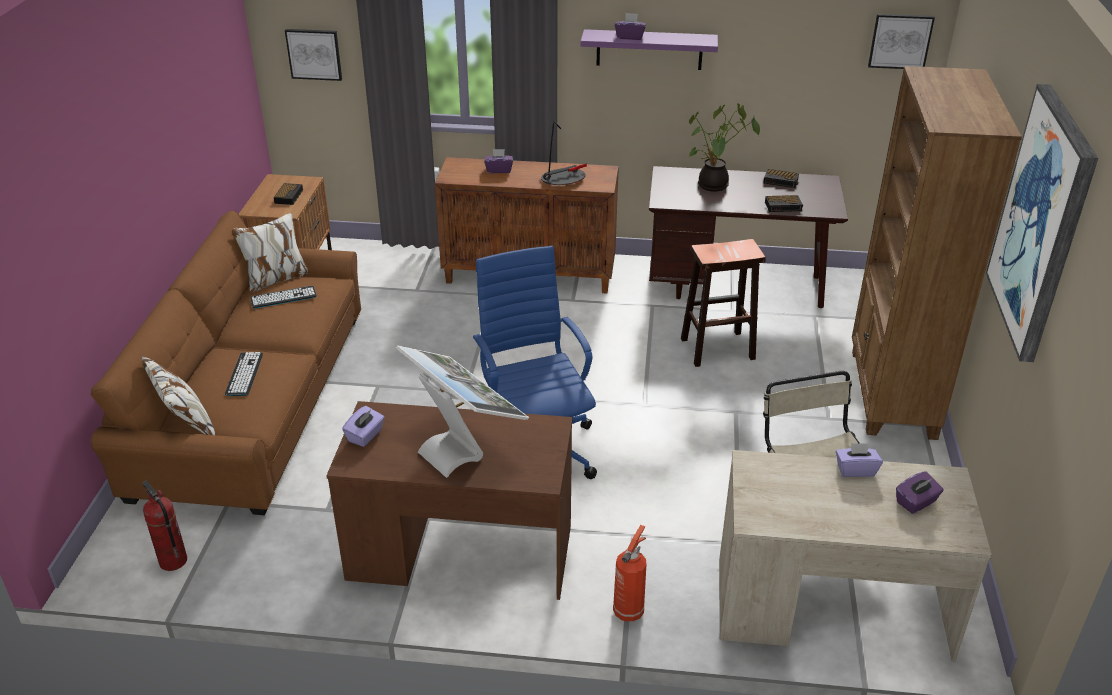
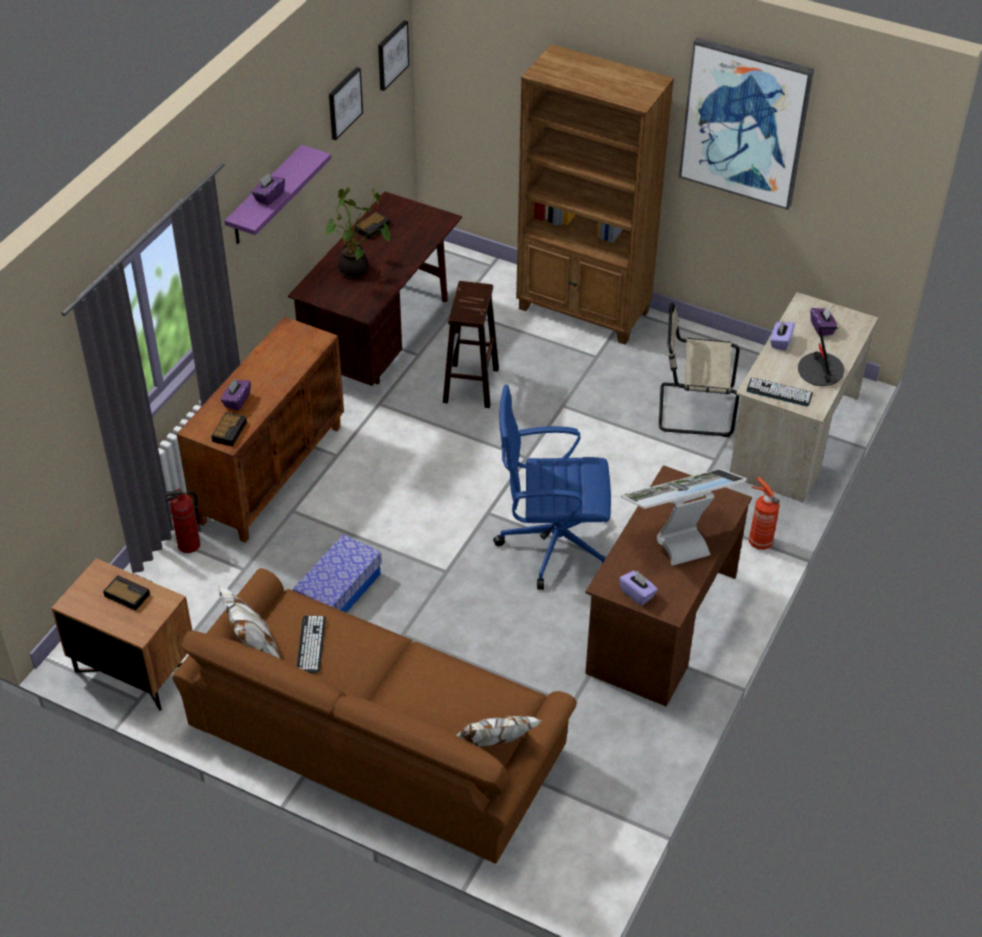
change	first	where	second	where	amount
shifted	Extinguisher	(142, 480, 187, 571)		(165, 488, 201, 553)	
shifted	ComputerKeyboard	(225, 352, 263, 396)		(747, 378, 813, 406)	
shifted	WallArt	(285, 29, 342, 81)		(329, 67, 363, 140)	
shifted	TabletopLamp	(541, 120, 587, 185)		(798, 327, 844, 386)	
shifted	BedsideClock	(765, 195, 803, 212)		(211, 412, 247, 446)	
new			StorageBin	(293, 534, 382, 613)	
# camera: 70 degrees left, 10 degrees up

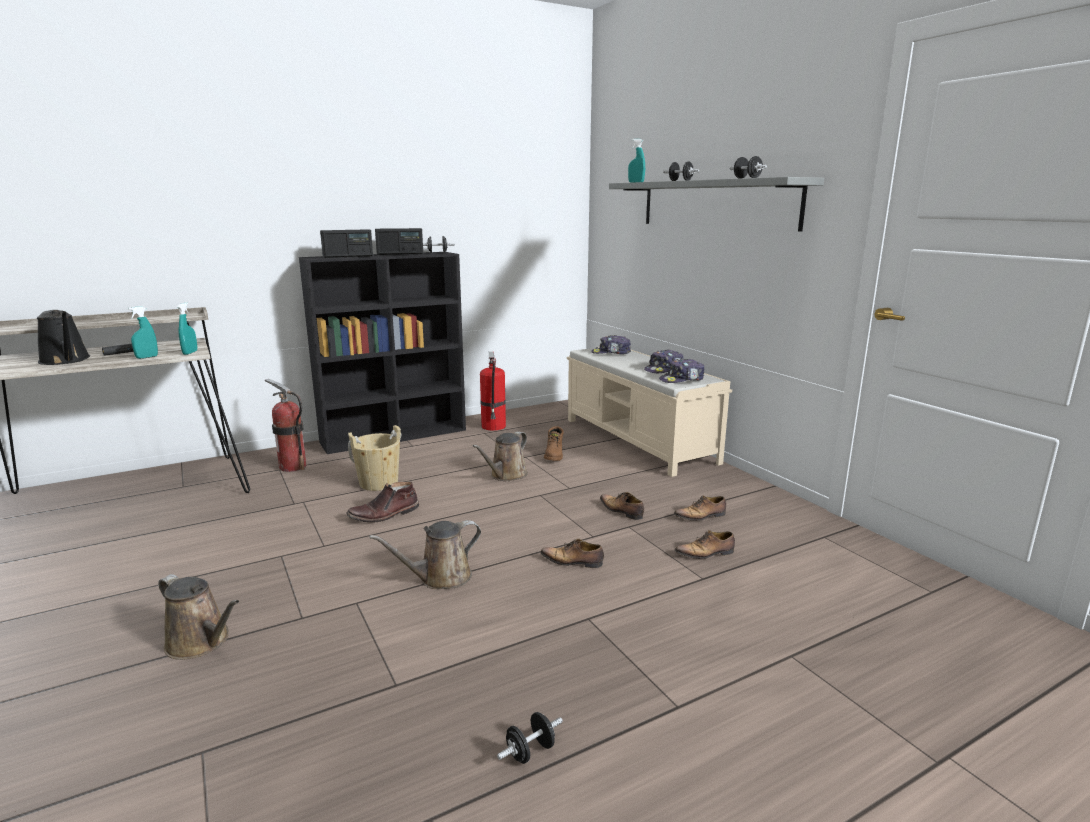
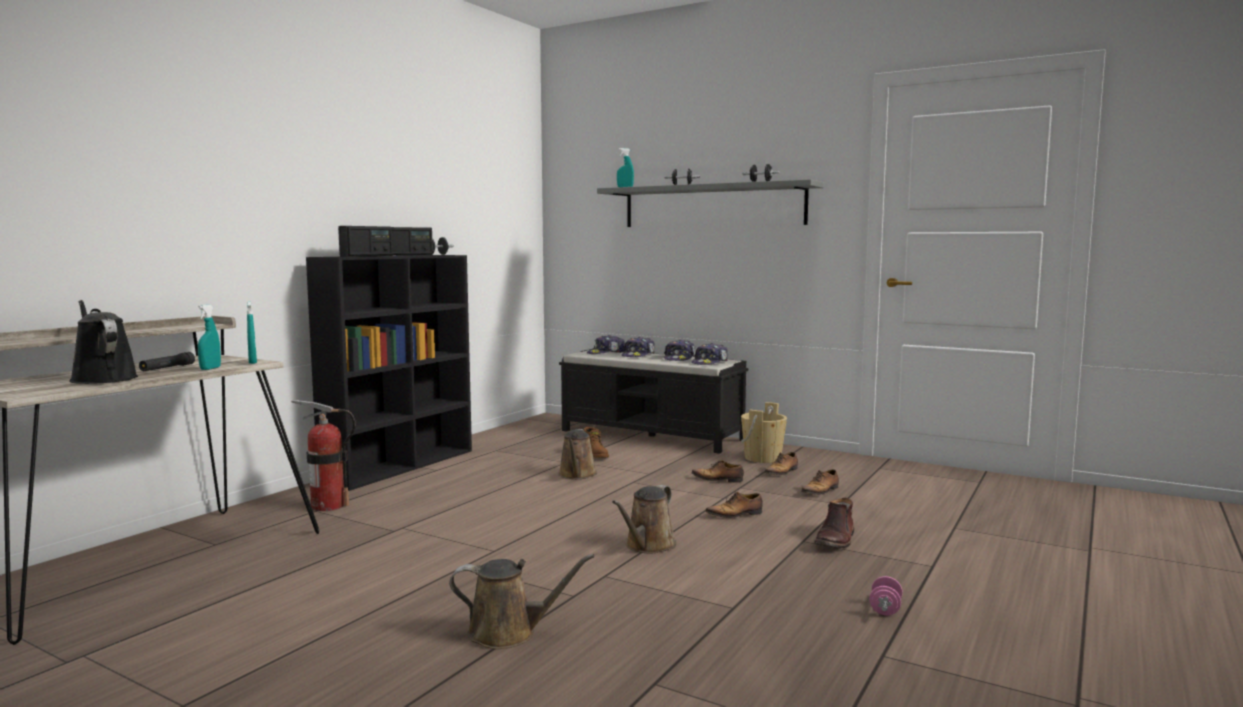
change	first	where	second	where	amount
rotated	BlackSprinklingCan	(37, 310, 90, 365)		(69, 300, 138, 384)	150 degrees counterclockwise
shifted	BrownBoot	(346, 482, 419, 523)		(814, 498, 854, 548)	
shifted	SandColouredPail	(348, 425, 402, 491)		(741, 402, 787, 463)	
gone	Extinguisher	(480, 352, 506, 431)			
repainted	BlackHandWeight	(497, 712, 563, 764)	PinkishHandWeight	(869, 576, 903, 616)	
repainted	SandColouredIndoorBench	(567, 347, 732, 477)	BlackIndoorBench	(559, 349, 748, 454)	
new			PeakedCap	(621, 337, 655, 357)	
# camera: 30 degrees left, 10 degrees down

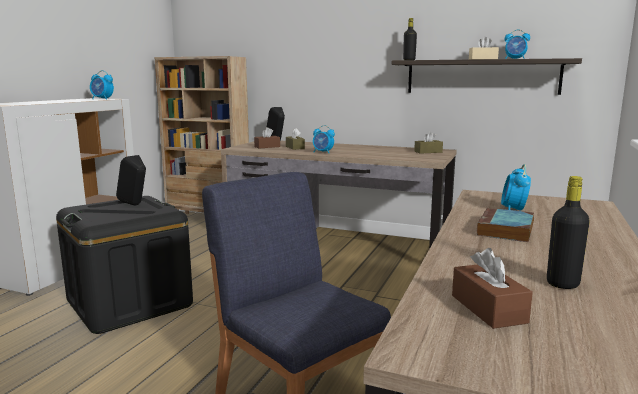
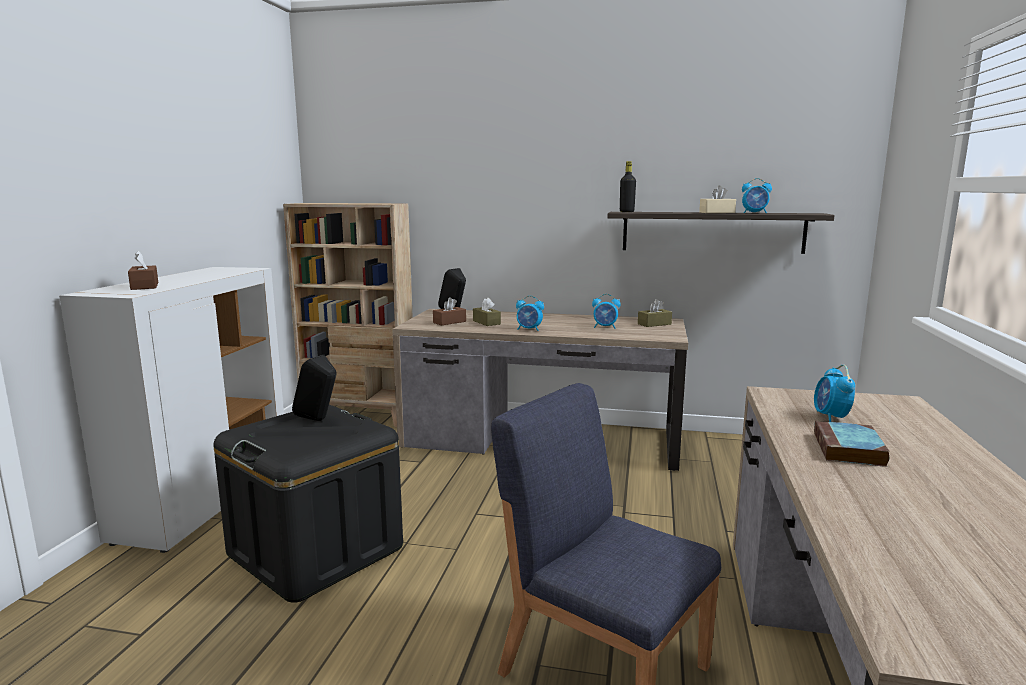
change	first	where	second	where	amount
shifted	BedsideClock	(90, 70, 114, 100)		(592, 294, 621, 329)	
shifted	BrownTissueHolder	(452, 248, 533, 329)		(128, 251, 158, 290)	
gone	BlackBeverageBottle	(547, 176, 590, 289)			
# camera: 10 degrees left, 0 degrees up

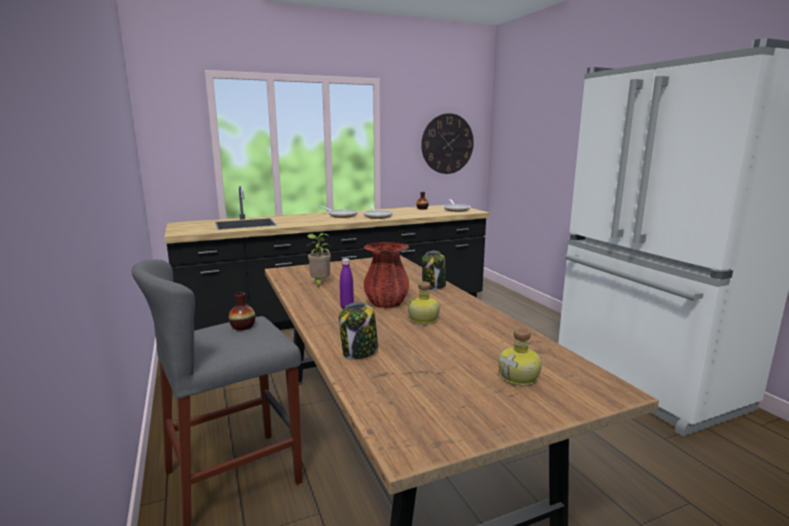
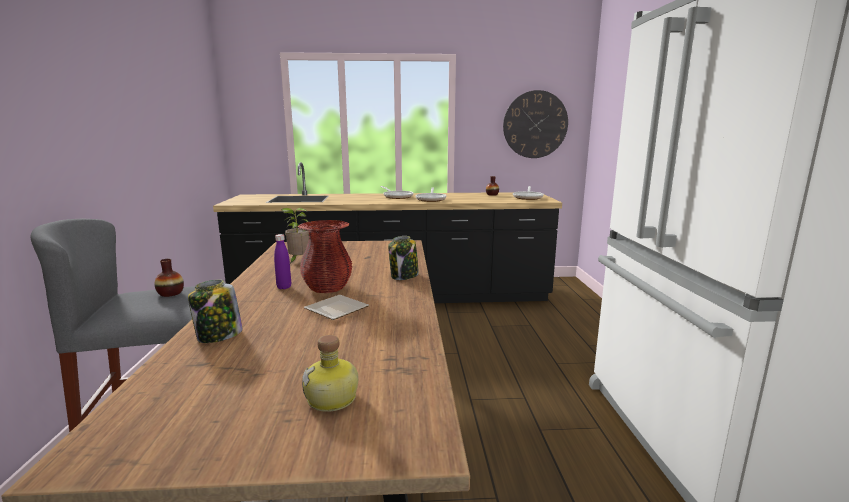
change	first	where	second	where	amount
swapped	BeverageBottle	(408, 282, 440, 324)	Plate	(304, 295, 369, 320)	
# camera: 20 degrees right, 0 degrees up

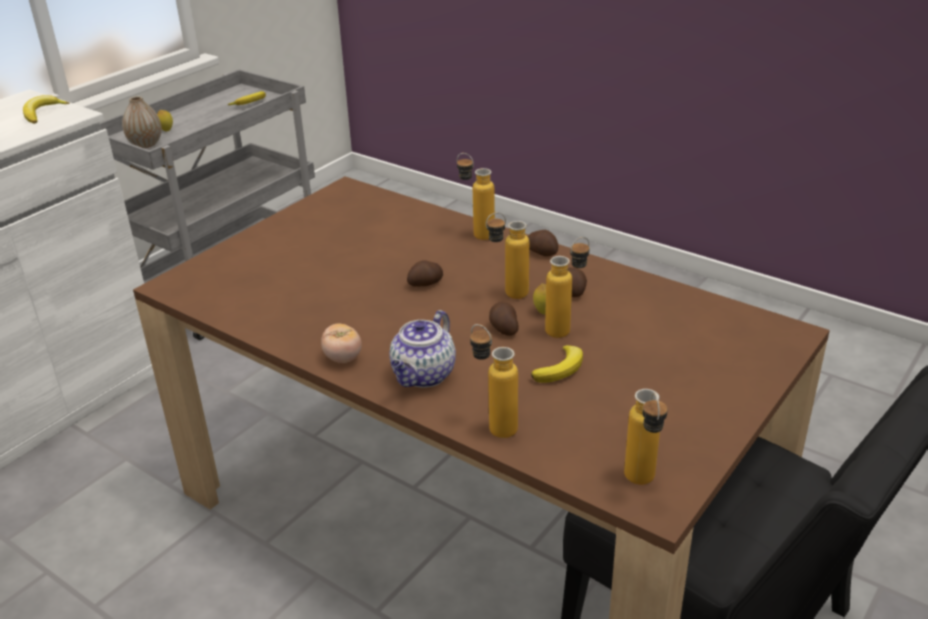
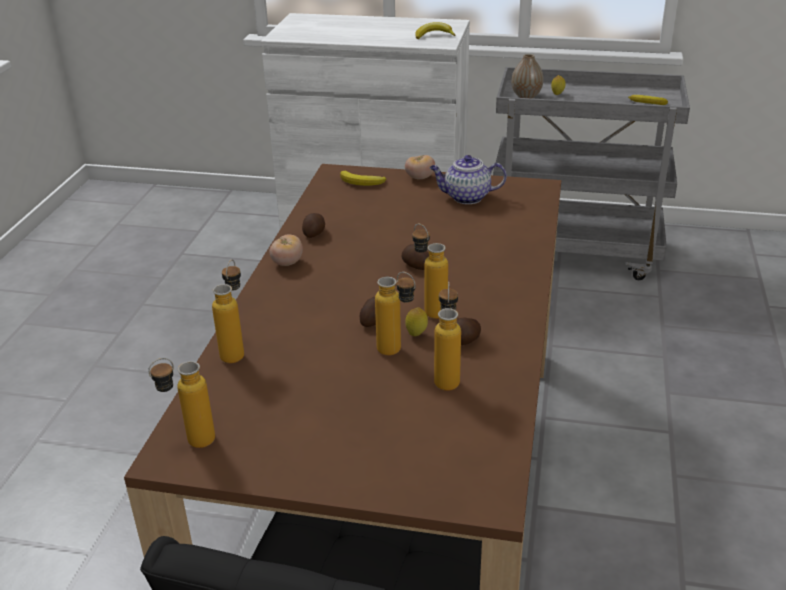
change	first	where	second	where	amount
shifted	PotForTea	(389, 310, 456, 388)		(430, 155, 507, 204)	
shifted	BeverageBottle	(457, 153, 495, 240)		(434, 282, 461, 391)	
shifted	WholePotato	(527, 230, 558, 256)		(302, 213, 325, 238)	
shifted	Banana	(531, 345, 583, 383)		(340, 171, 386, 186)	
new			Tomato	(405, 155, 435, 179)	
# camera: 65 degrees right, 0 degrees up

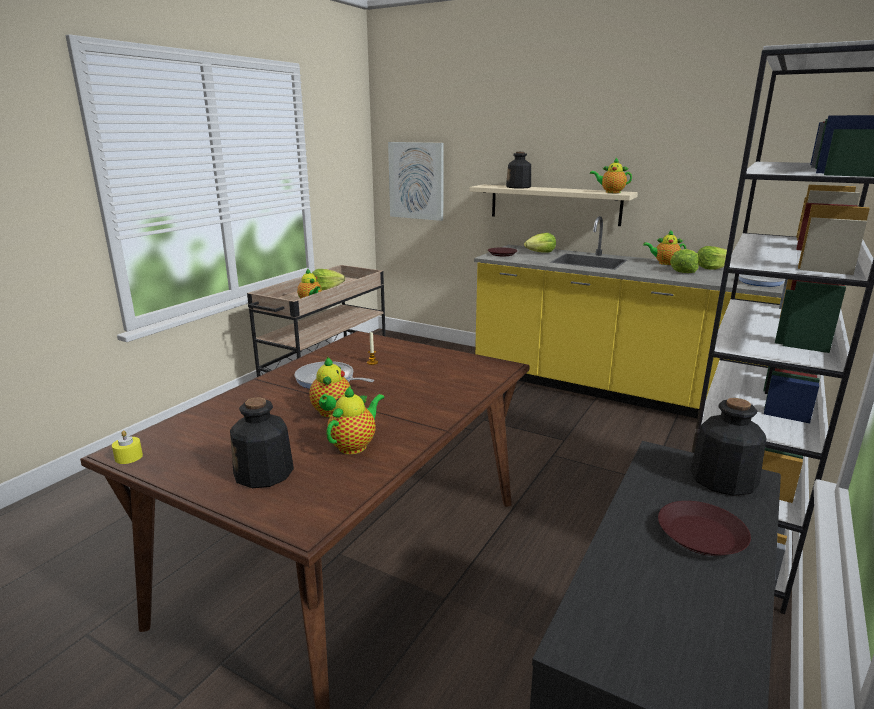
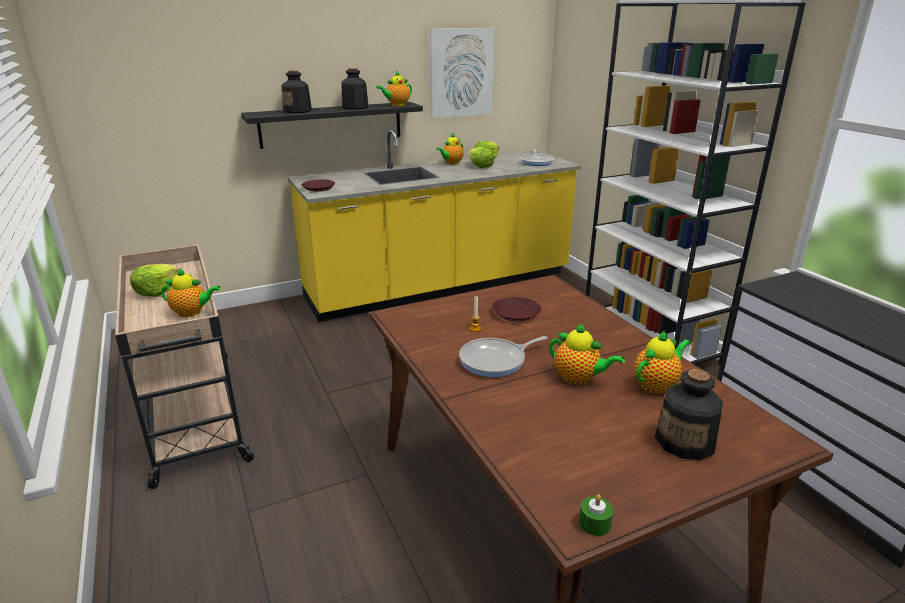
change	first	where	second	where	amount
repainted	YellowCandle	(112, 430, 143, 464)	GreenCandle	(579, 494, 613, 536)	
rotated	PotForTea	(326, 385, 385, 454)		(634, 330, 691, 394)	75 degrees clockwise
shifted	WallArt	(388, 142, 444, 221)		(429, 28, 495, 118)	
repainted	SandColouredBracketShelf	(470, 184, 638, 226)	BlackBracketShelf	(241, 102, 423, 149)	
gone	LettuceHead	(524, 233, 556, 253)			
shifted	BrownPlate	(658, 501, 751, 556)		(492, 297, 541, 321)	
shifted	BeverageBottle	(690, 398, 767, 496)		(341, 68, 369, 110)	
# camera: 55 degrees left, 5 degrees up

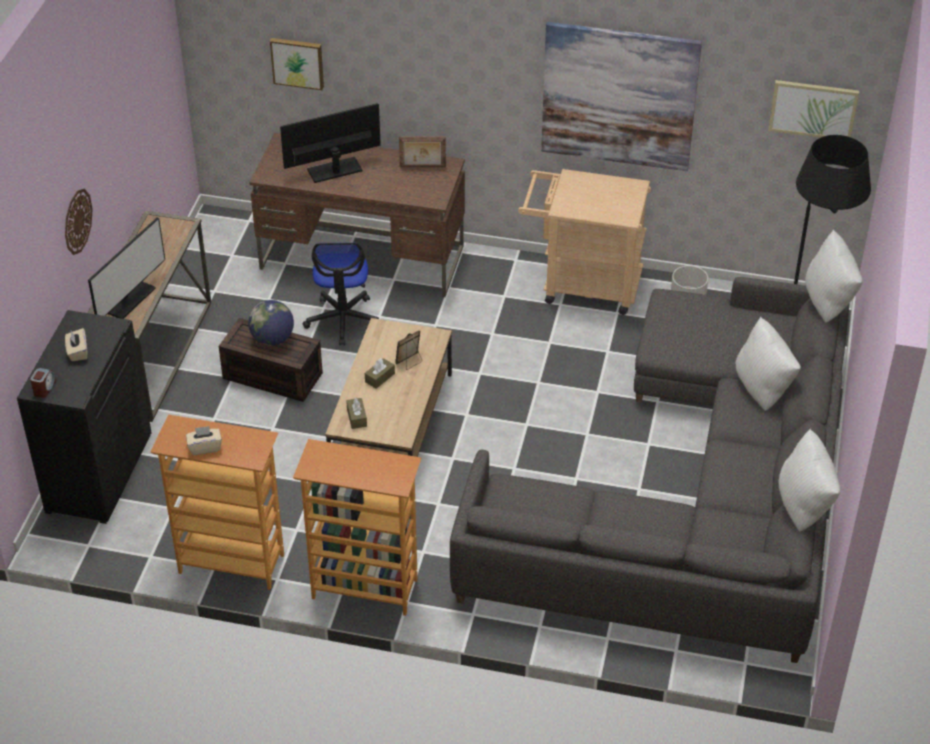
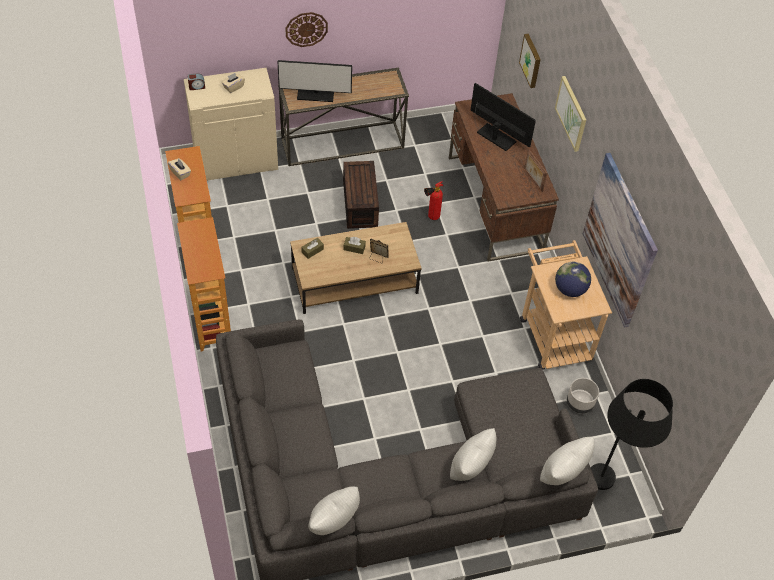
change	first	where	second	where	amount
repainted	BlackCupboard	(17, 310, 152, 524)	SandColouredCupboard	(184, 68, 278, 181)	
shifted	Globe	(248, 300, 294, 345)		(555, 262, 591, 297)	
swapped	DeskChair	(303, 242, 379, 346)	Extinguisher	(424, 181, 443, 220)	
shifted	WallArt	(768, 80, 859, 138)		(555, 76, 586, 152)	
# camera: 60 degrees right, 10 degrees up

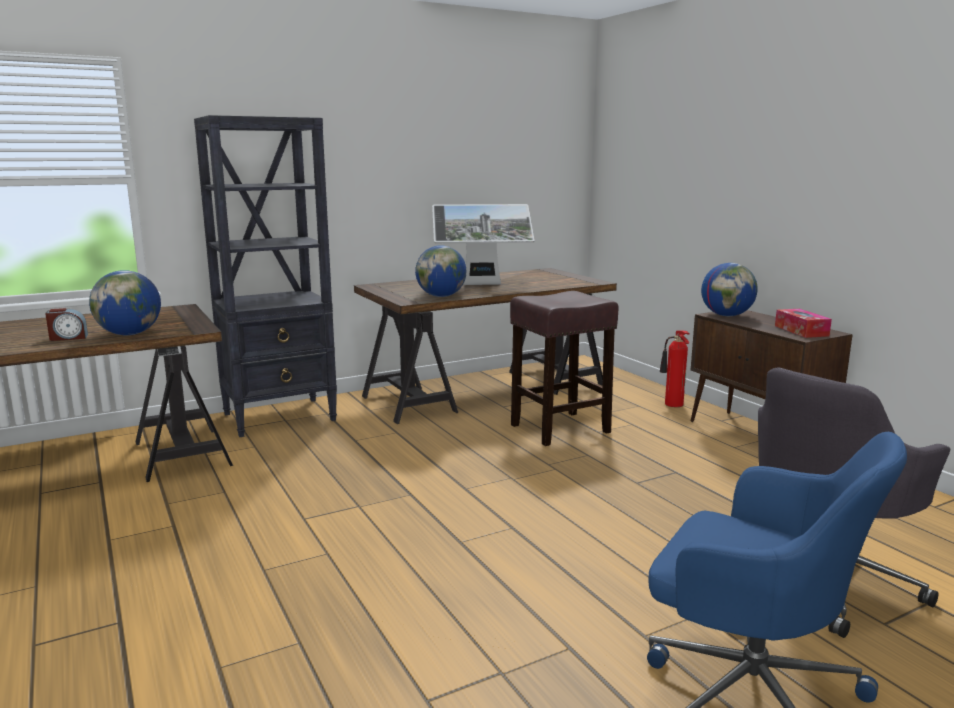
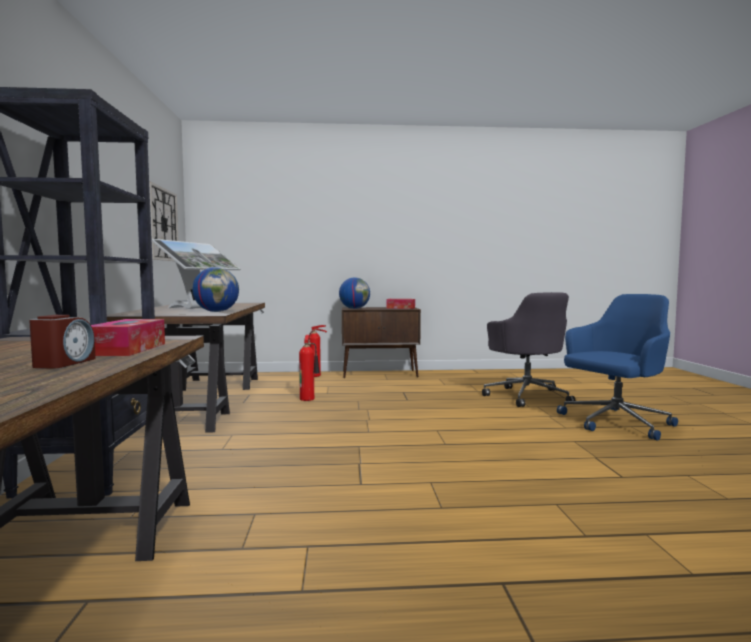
change	first	where	second	where	amount
swapped	Globe	(89, 270, 161, 335)	TissueHolder	(91, 319, 165, 356)	
swapped	BrownStoolSeat	(510, 291, 619, 446)	Extinguisher	(299, 335, 320, 401)	
new			HangingClock	(149, 182, 178, 261)	
# camera: 65 degrees left, 10 degrees down

